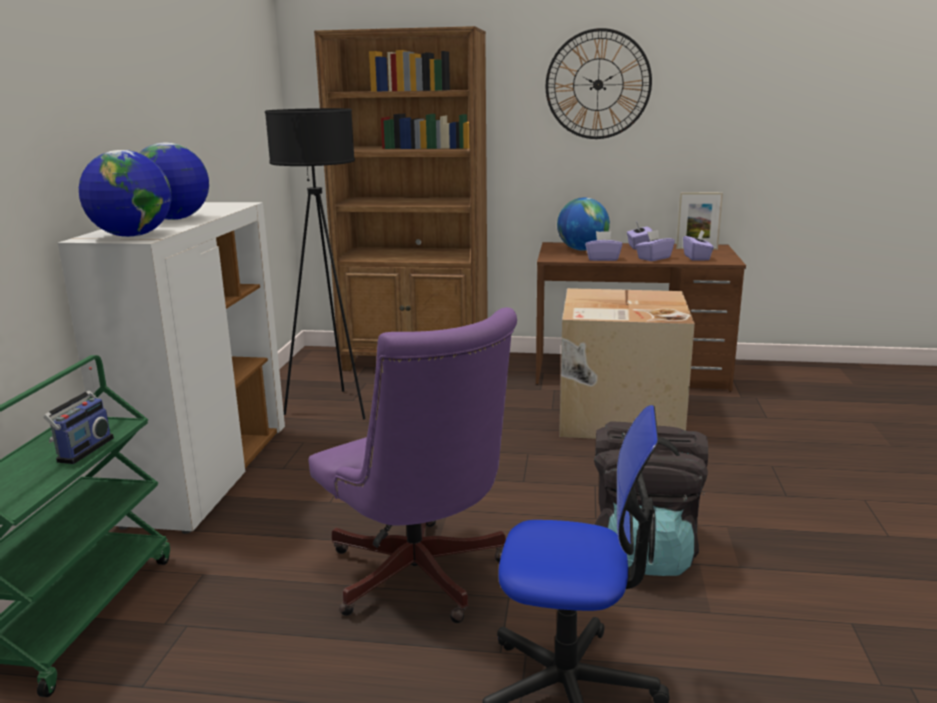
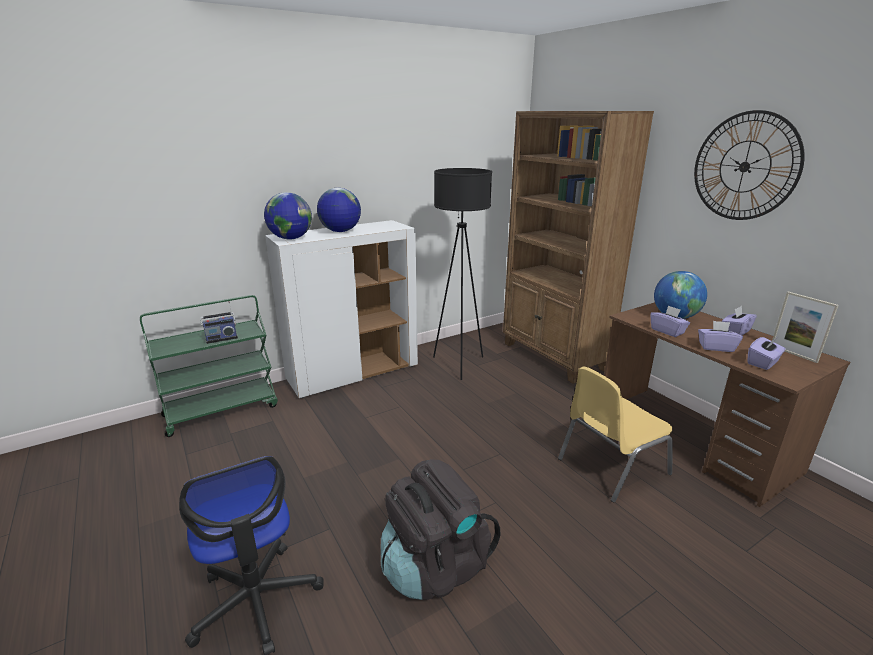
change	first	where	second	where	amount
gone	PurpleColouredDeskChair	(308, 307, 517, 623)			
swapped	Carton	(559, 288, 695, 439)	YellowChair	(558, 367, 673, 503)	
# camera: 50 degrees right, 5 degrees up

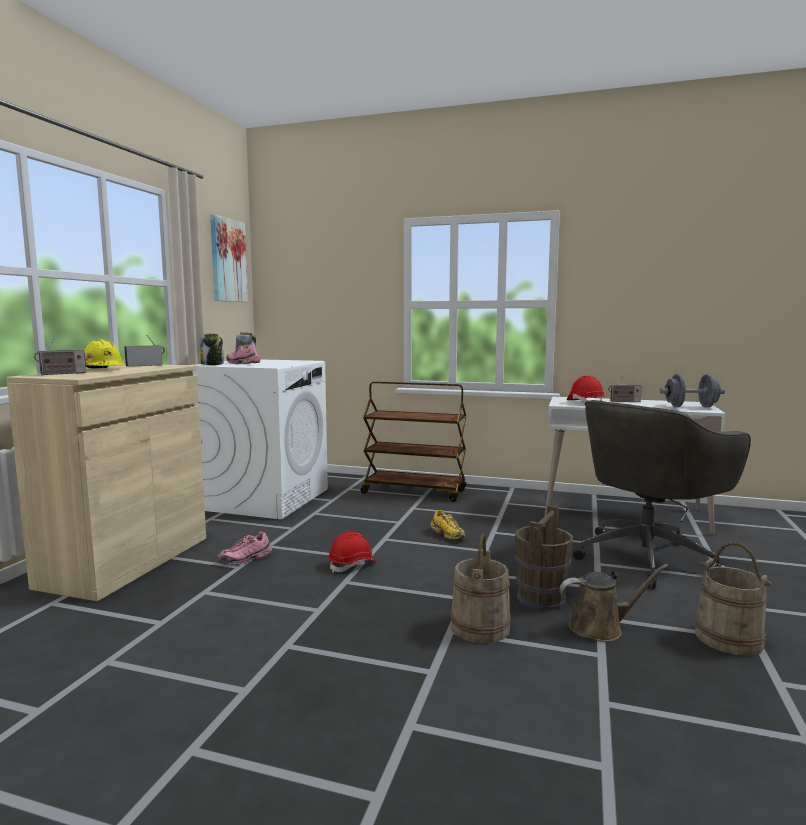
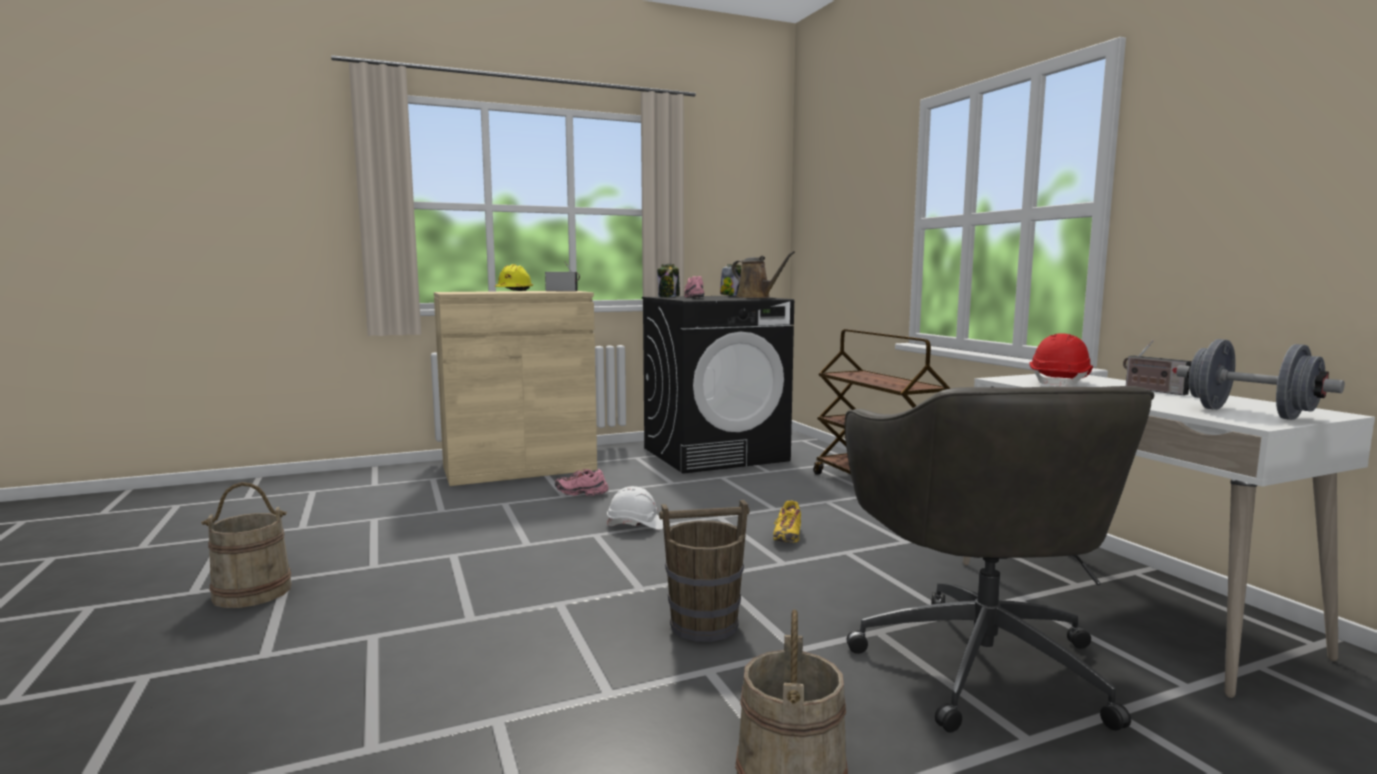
change	first	where	second	where	amount
gone	RadioReceiver	(34, 338, 86, 375)			
repainted	WhiteColouredLaundryMachine	(192, 359, 328, 519)	BlackLaundryMachine	(642, 296, 794, 474)	
gone	WallArt	(210, 214, 248, 302)			
repainted	RedColouredSafetyHelmet	(328, 532, 377, 573)	WhiteColouredSafetyHelmet	(607, 486, 663, 530)	
shifted	SandColouredPail	(450, 534, 511, 643)		(201, 482, 292, 608)	
shifted	BrownSprinklingCan	(559, 564, 669, 642)		(731, 251, 795, 298)	
rotated	GrayDeskChair	(573, 400, 751, 589)		(844, 386, 1154, 733)	105 degrees counterclockwise
# camera: 50 degrees right, 0 degrees up

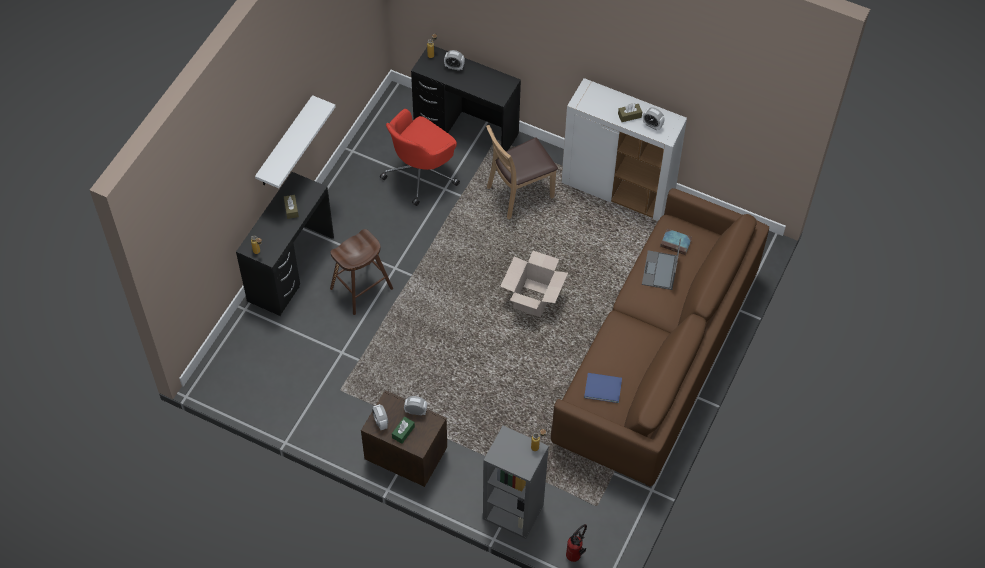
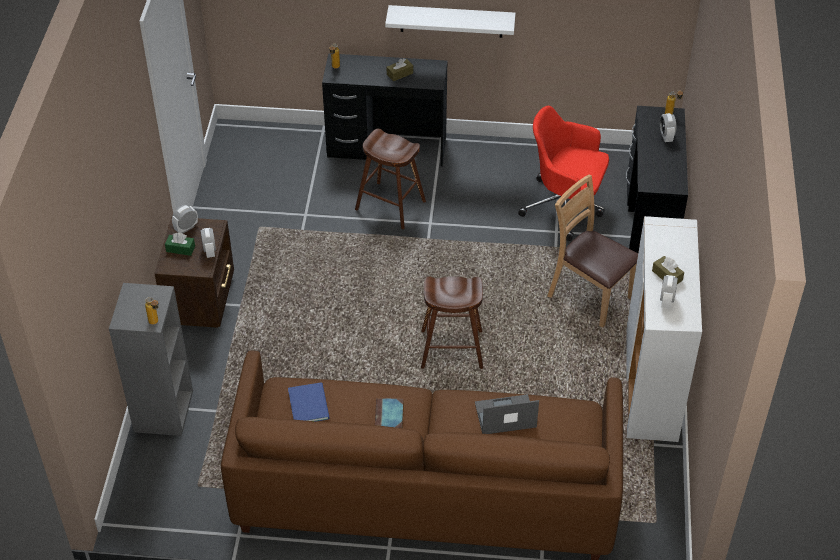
change	first	where	second	where	amount
swapped	Carton	(500, 251, 568, 317)	BrownStoolSeat	(421, 276, 483, 369)	
gone	Extinguisher	(566, 524, 587, 562)			
shifted	Book	(660, 228, 692, 255)		(375, 398, 404, 428)	
# camera: 70 degrees right, 10 degrees down

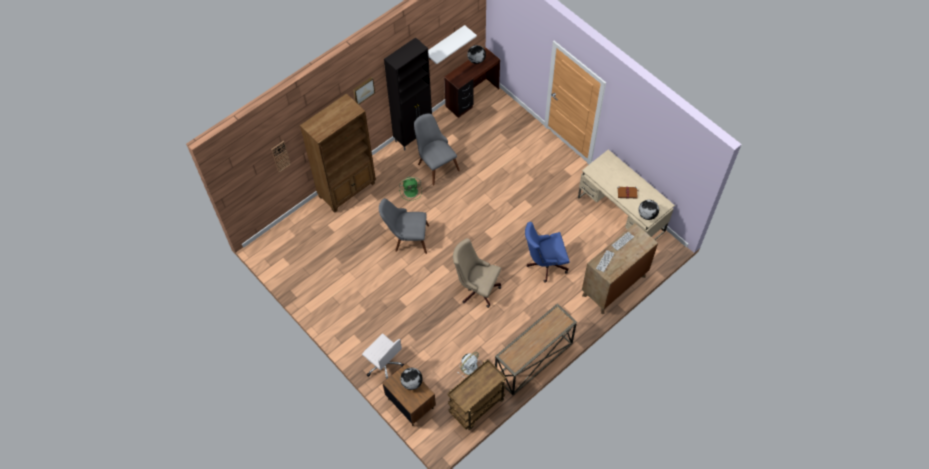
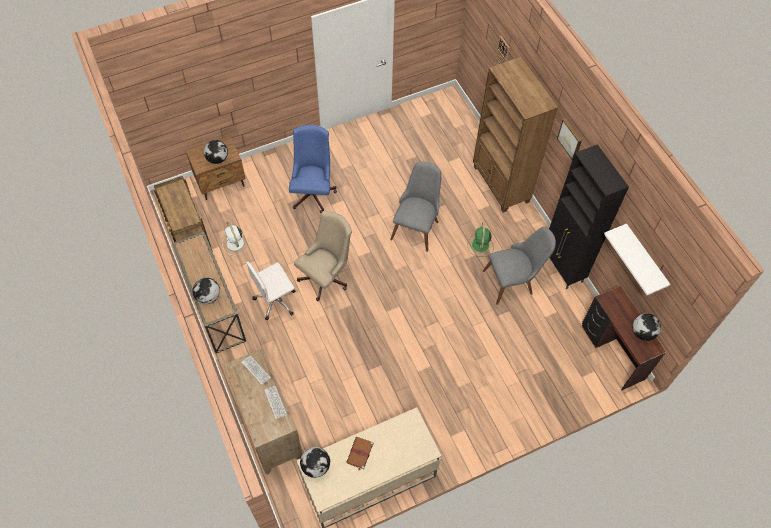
change	first	where	second	where	amount
shifted	WhiteColouredDeskChair	(362, 333, 405, 379)		(246, 262, 295, 321)	
shifted	BluishDeskChair	(525, 222, 569, 283)		(289, 125, 337, 213)	
new			Globe	(193, 278, 220, 304)	
# camera: 105 degrees right, 0 degrees up

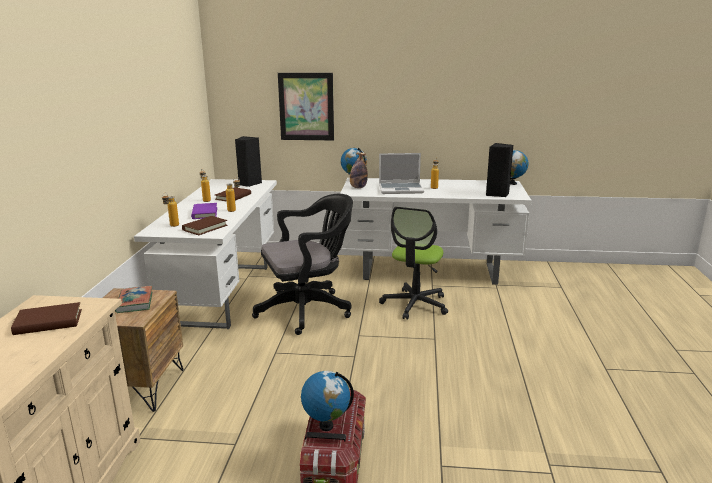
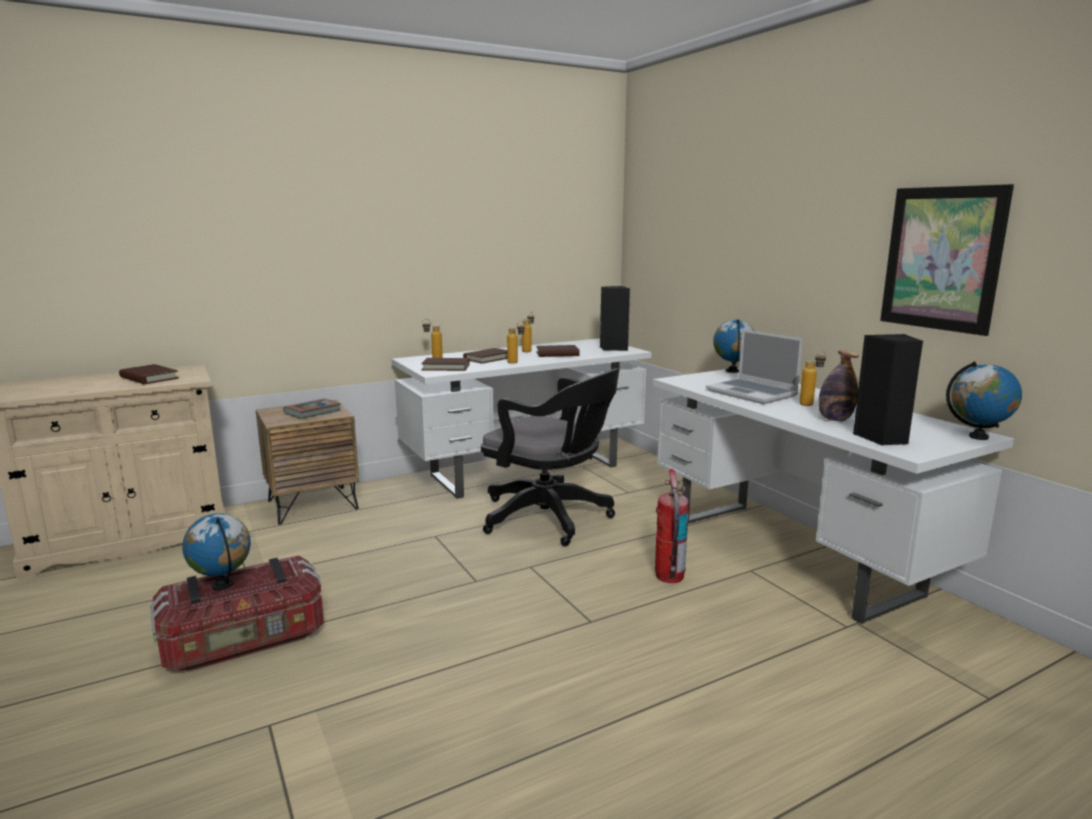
change	first	where	second	where	amount
repainted	PurpleColouredBook	(191, 203, 217, 219)	BrownBook	(463, 348, 507, 364)	
shifted	WallArt	(278, 73, 334, 140)		(880, 184, 1014, 336)	
shifted	BeverageBottle	(350, 152, 368, 188)		(818, 350, 859, 421)	
swapped	DeskChair	(379, 207, 448, 320)	Extinguisher	(655, 469, 689, 583)	
# camera: 55 degrees right, 5 degrees down

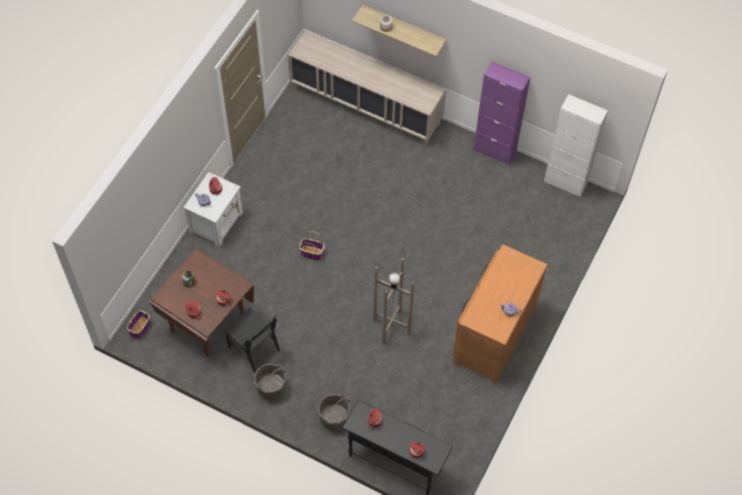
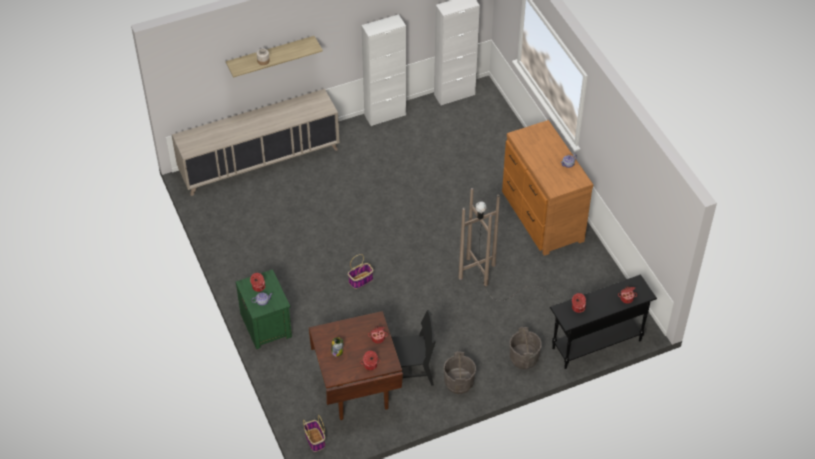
change	first	where	second	where	amount
repainted	WhiteColouredNightstand	(183, 172, 243, 247)	GreenNightstand	(235, 269, 292, 349)	
repainted	PurpleColouredCupboard	(474, 61, 531, 165)	WhiteColouredCupboard	(361, 14, 406, 126)	
# camera: 50 degrees left, 10 degrees down

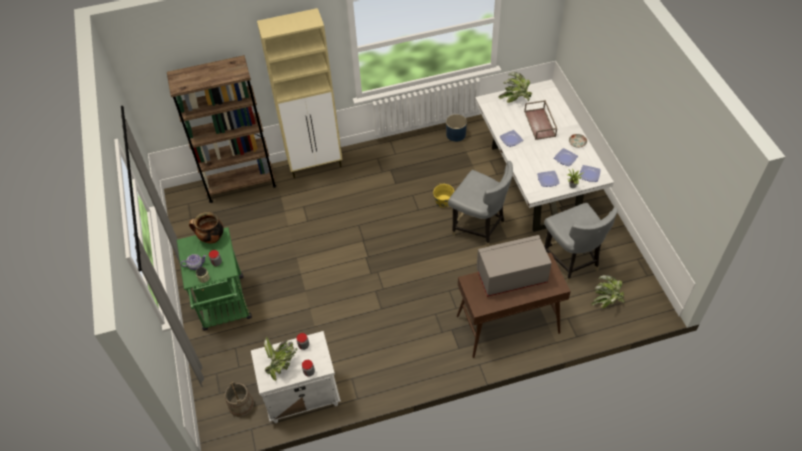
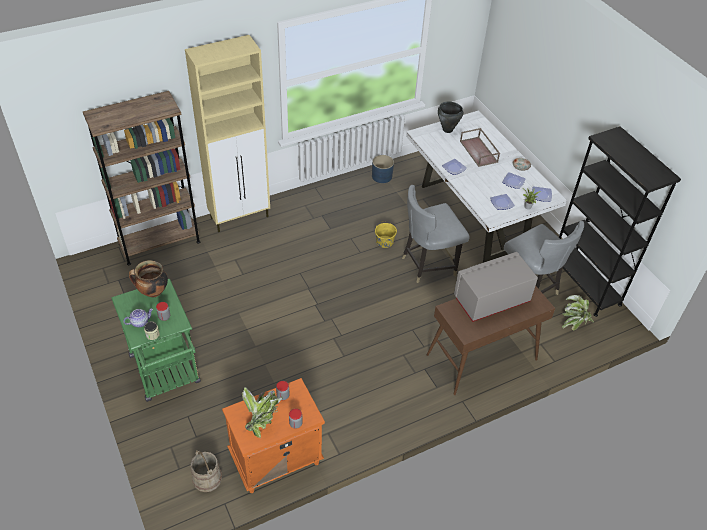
change	first	where	second	where	amount
repainted	WhiteColouredNightstand	(251, 331, 341, 423)	OrangeColouredNightstand	(222, 378, 325, 493)	
rotated	GrayChair	(448, 161, 513, 247)		(402, 185, 470, 283)	135 degrees clockwise
swapped	PlantInAPot	(498, 72, 532, 103)	BlackCookingPot	(438, 101, 464, 133)	
new			BlackBookcase	(559, 126, 681, 317)	
# camera: 15 degrees left, 5 degrees down

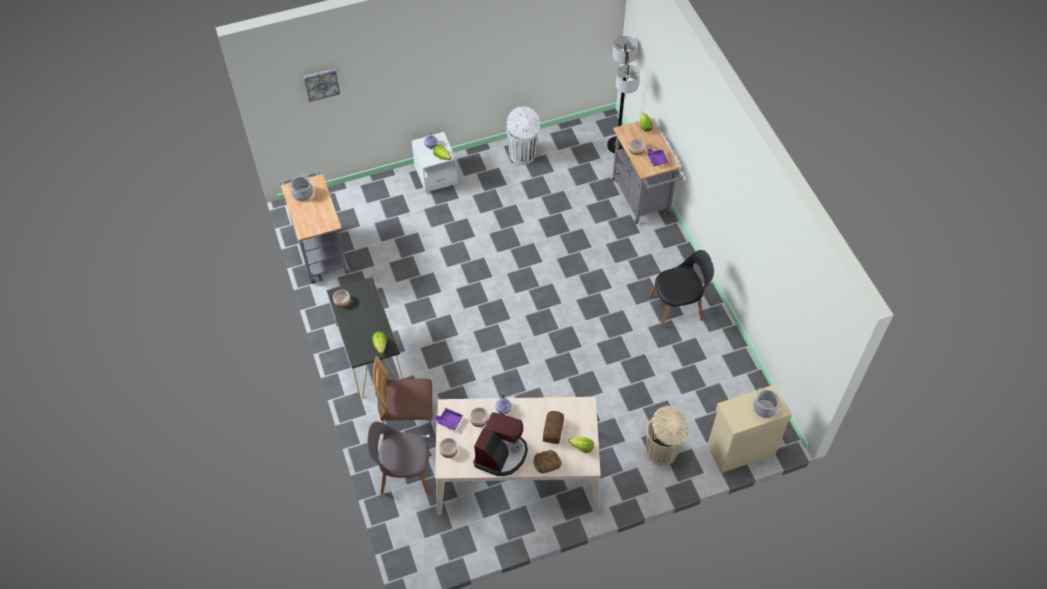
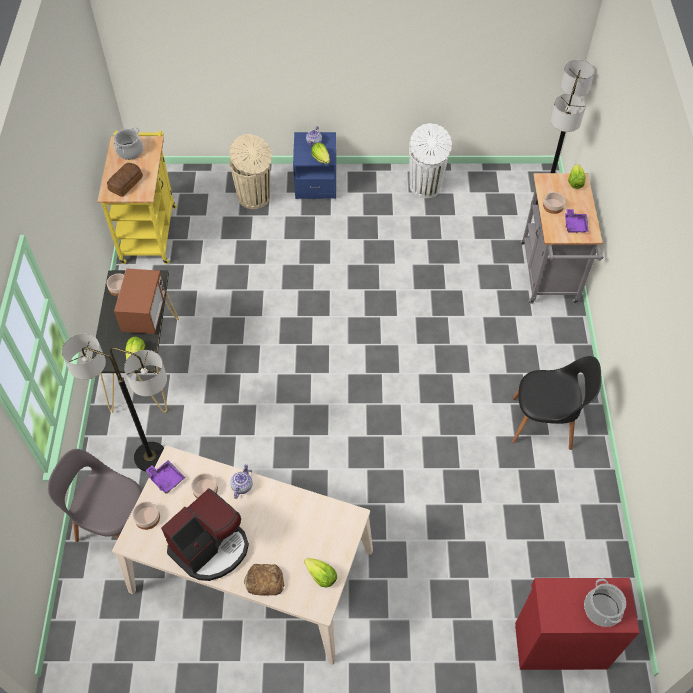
change	first	where	second	where	amount
repainted	GrayTrolley	(279, 170, 350, 284)	YellowTrolley	(98, 131, 177, 264)	
gone	WallArt	(303, 68, 340, 102)			
swapped	Chair	(373, 356, 432, 440)	FloorLamp	(62, 334, 167, 472)	
repainted	WhiteColouredNightstand	(412, 132, 458, 193)	BluishNightstand	(293, 132, 336, 199)	
shifted	Bread	(543, 411, 564, 444)		(107, 163, 143, 197)	
shifted	SandColouredTrashCan	(646, 406, 688, 466)		(230, 134, 272, 209)	
repainted	SandColouredCupboard	(707, 384, 792, 473)	RedColouredCupboard	(515, 578, 639, 670)	
new			Microwave	(114, 268, 166, 334)	
# camera: 20 degrees right, 0 degrees up

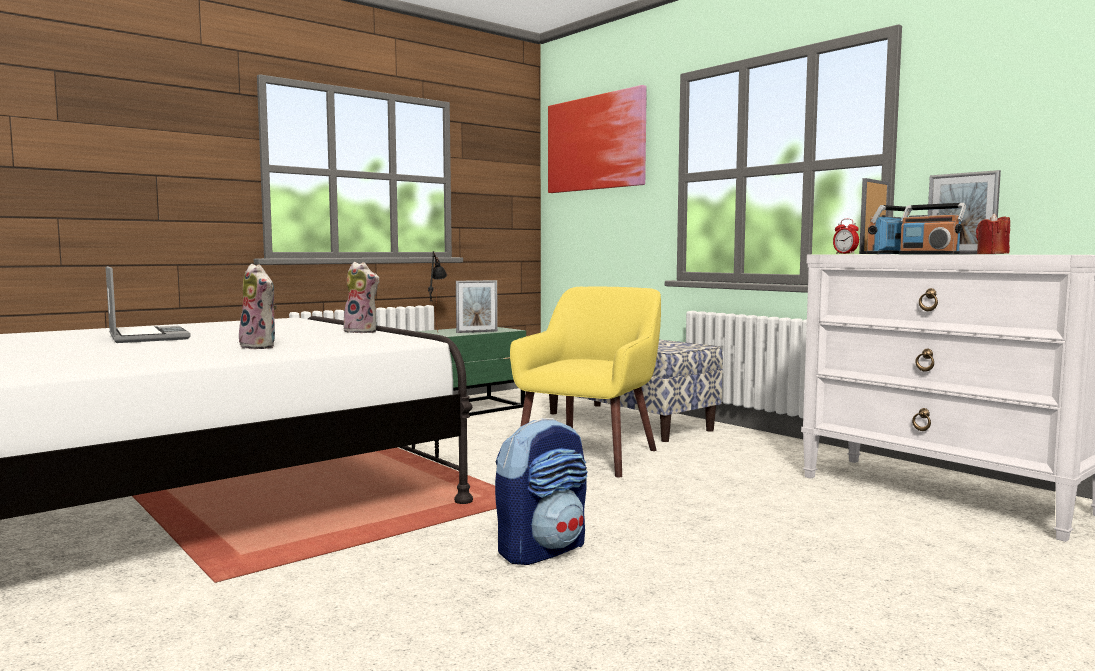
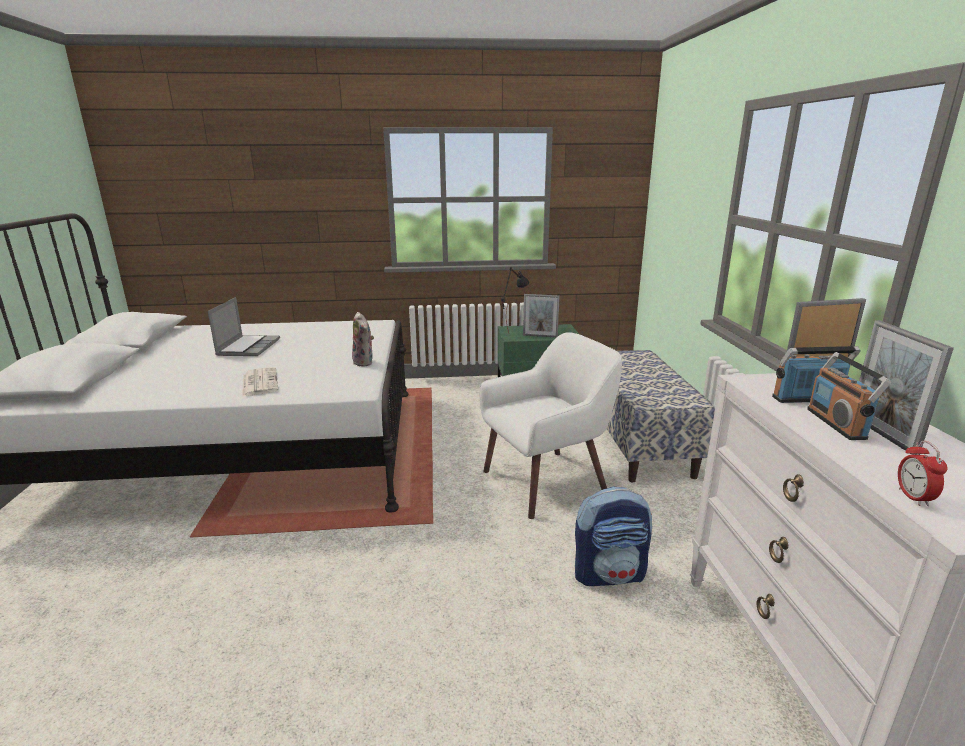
change	first	where	second	where	amount
swapped	PlushToy	(239, 264, 277, 349)	Newspaper	(242, 367, 278, 397)	
shifted	Backpack	(495, 418, 588, 565)		(575, 487, 652, 586)	
repainted	YellowEasyChair	(510, 287, 661, 477)	WhiteColouredEasyChair	(480, 332, 622, 519)	
gone	WallArt	(548, 85, 647, 193)			
shifted	BedsideClock	(833, 219, 859, 254)		(898, 441, 947, 506)	
gone	RedColouredCandle	(976, 214, 1010, 254)			
# camera: 35 degrees right, 15 degrees up

